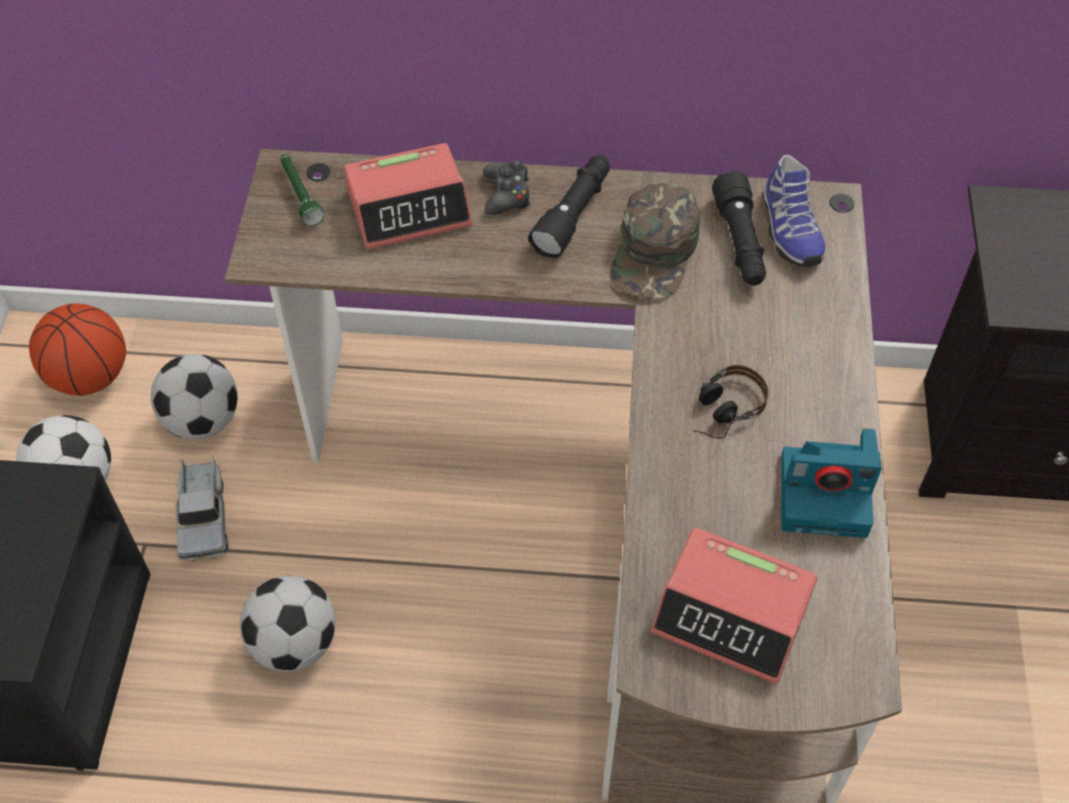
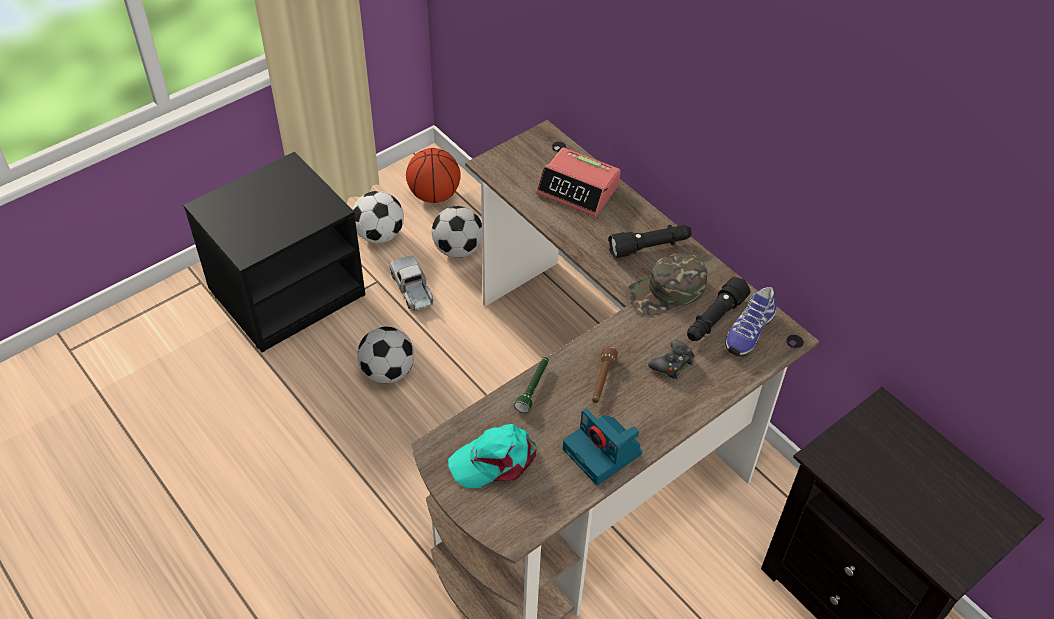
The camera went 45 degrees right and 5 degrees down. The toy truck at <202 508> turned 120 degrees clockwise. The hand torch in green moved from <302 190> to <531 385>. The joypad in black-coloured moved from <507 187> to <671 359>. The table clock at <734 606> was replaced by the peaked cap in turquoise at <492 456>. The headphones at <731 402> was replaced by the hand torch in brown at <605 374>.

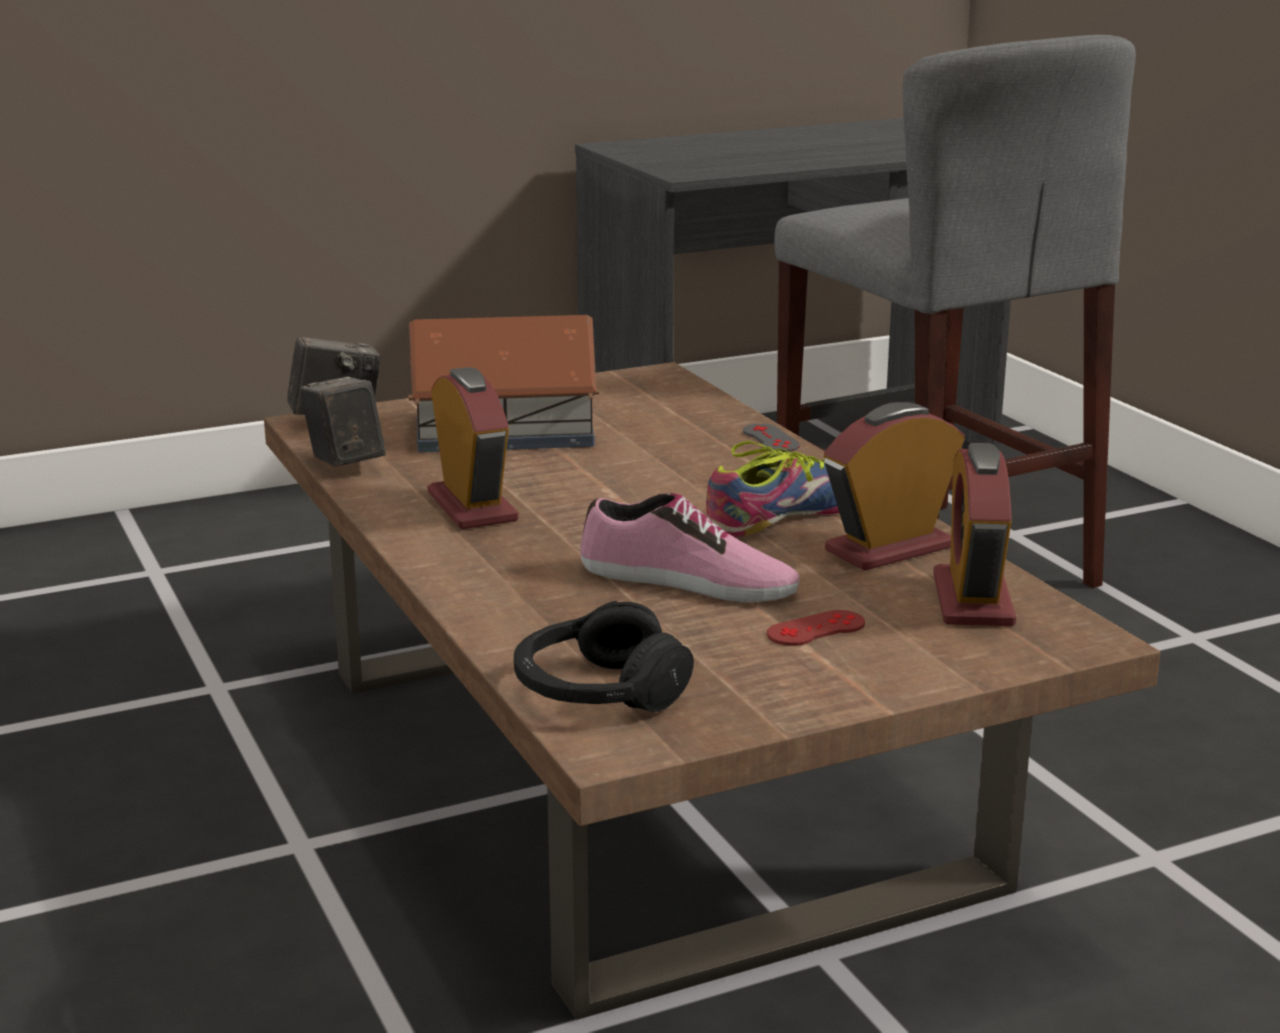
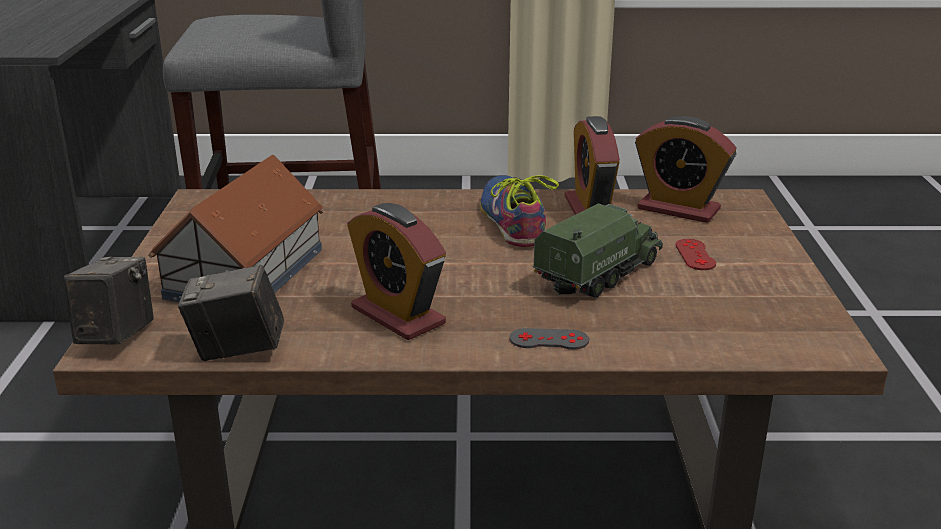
The camera went 65 degrees left and 5 degrees up. The table clock at <472 448> turned 135 degrees counterclockwise. The headphones in black-coloured at <604 656> disappeared. The item of footwear at <689 547> was replaced by the toy truck at <597 250>. The joypad in greyish moved from <771 438> to <549 339>.

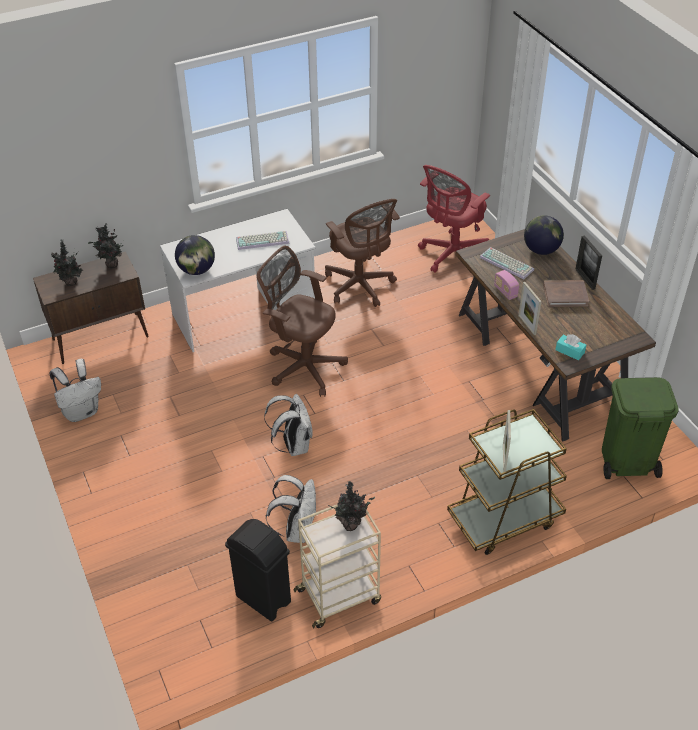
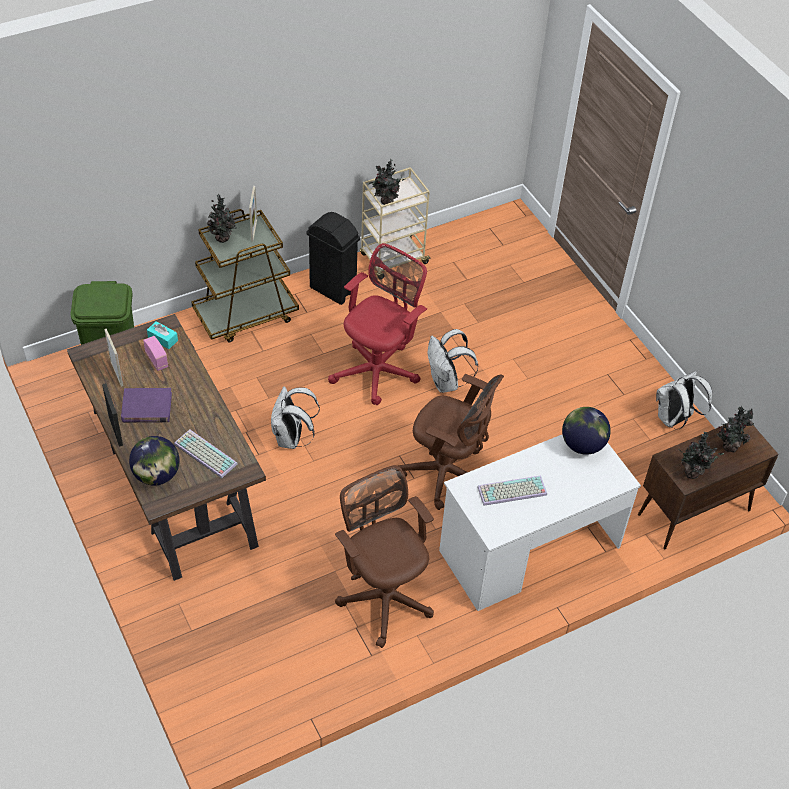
The camera went 175 degrees right and 5 degrees up. The trash can in black-coloured moved from <258 570> to <333 258>. The knapsack in whitish moved from <291 509> to <295 417>. The computer chair in red-coloured moved from <454 219> to <377 324>. The radio receiver moved from <506 285> to <155 353>. The photo frame moved from <530 308> to <113 358>. The volume in brown at <566 293> became the volume in purple-coloured at <146 405>. The plant in a pot at <221 218> appeared.

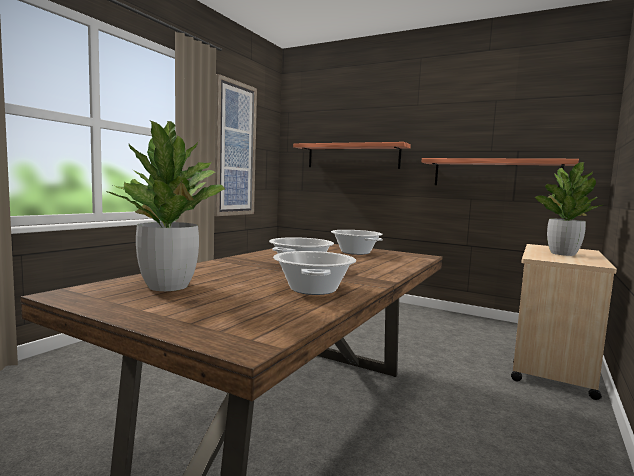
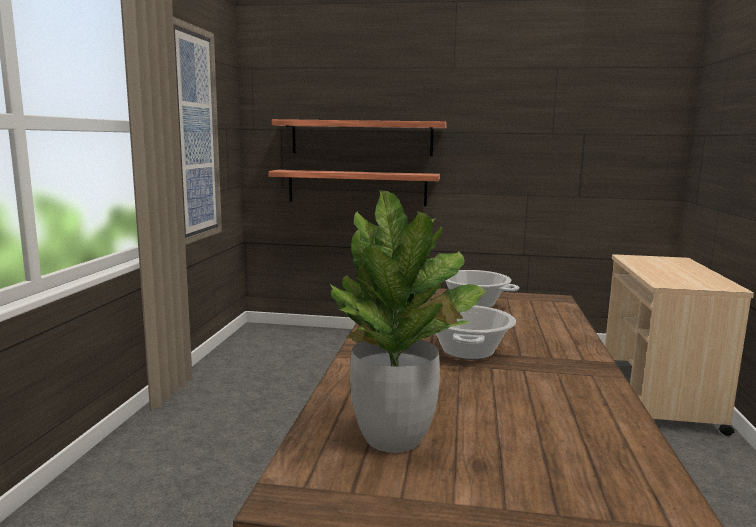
The camera went 20 degrees left and 5 degrees up. The stockpot at <314 273> disappeared. The wall shelf moved from <500 172> to <354 188>. The plant in a pot at <569 209> disappeared.

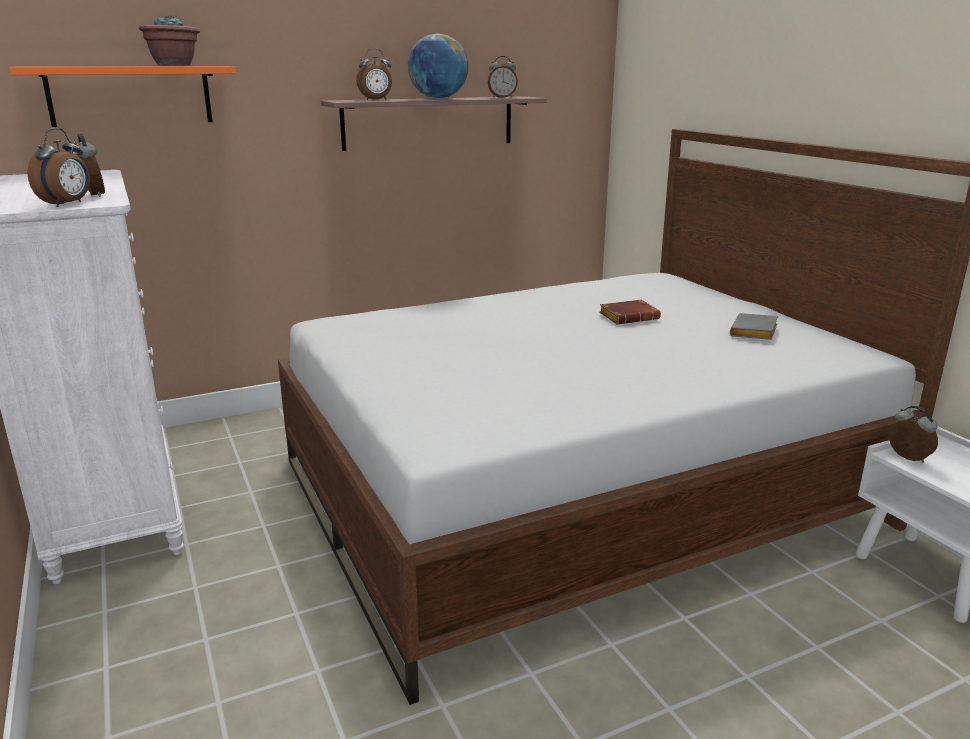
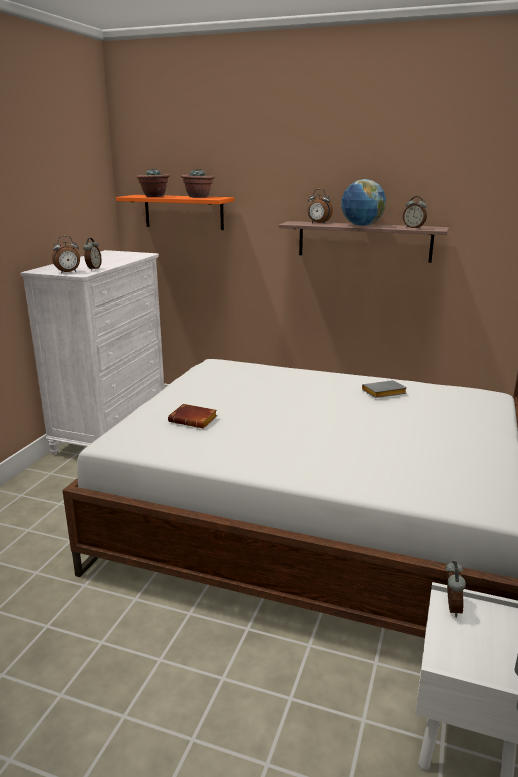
The camera went 45 degrees right and 0 degrees up. The volume in brown moved from <630 312> to <192 416>. The volume in greyish moved from <754 326> to <384 389>. The plant in a pot at <152 182> appeared.

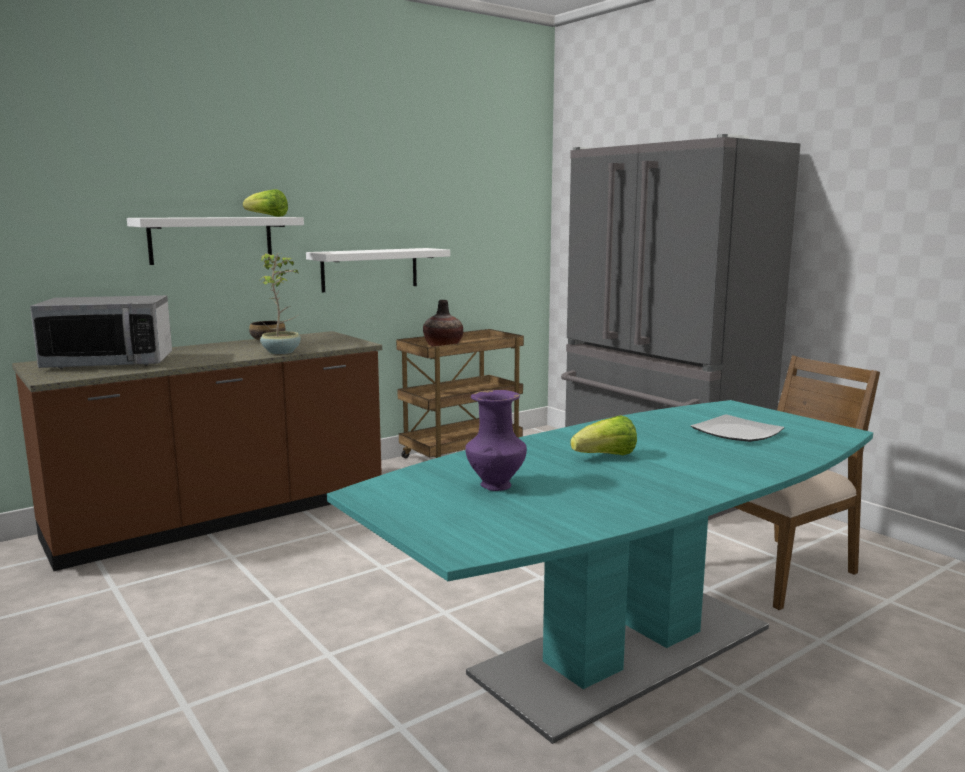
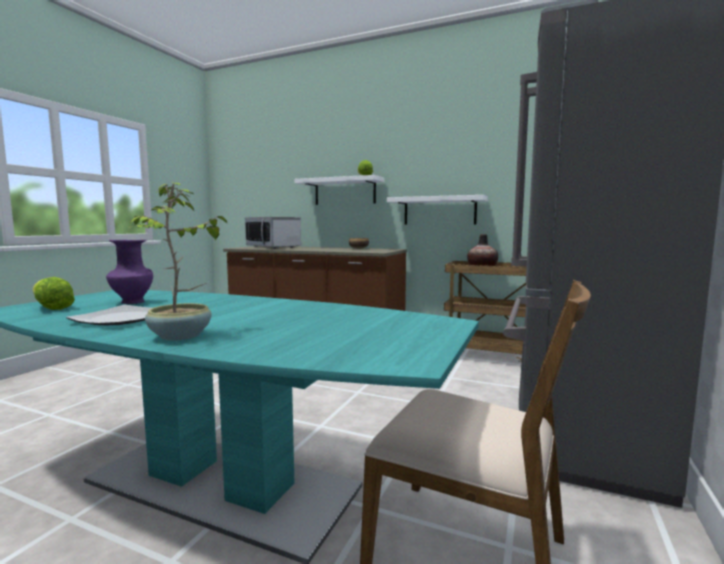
The camera went 60 degrees right and 5 degrees down. The plant in a pot moved from <280 303> to <178 261>. The lettuce head moved from <603 435> to <54 293>. The plate moved from <738 428> to <109 315>.

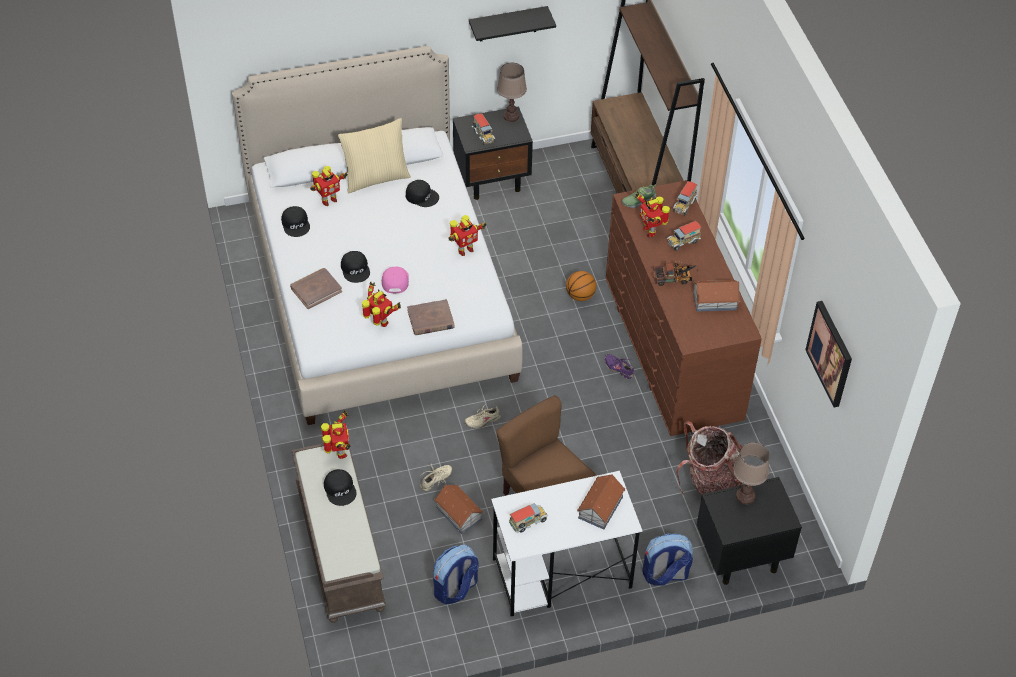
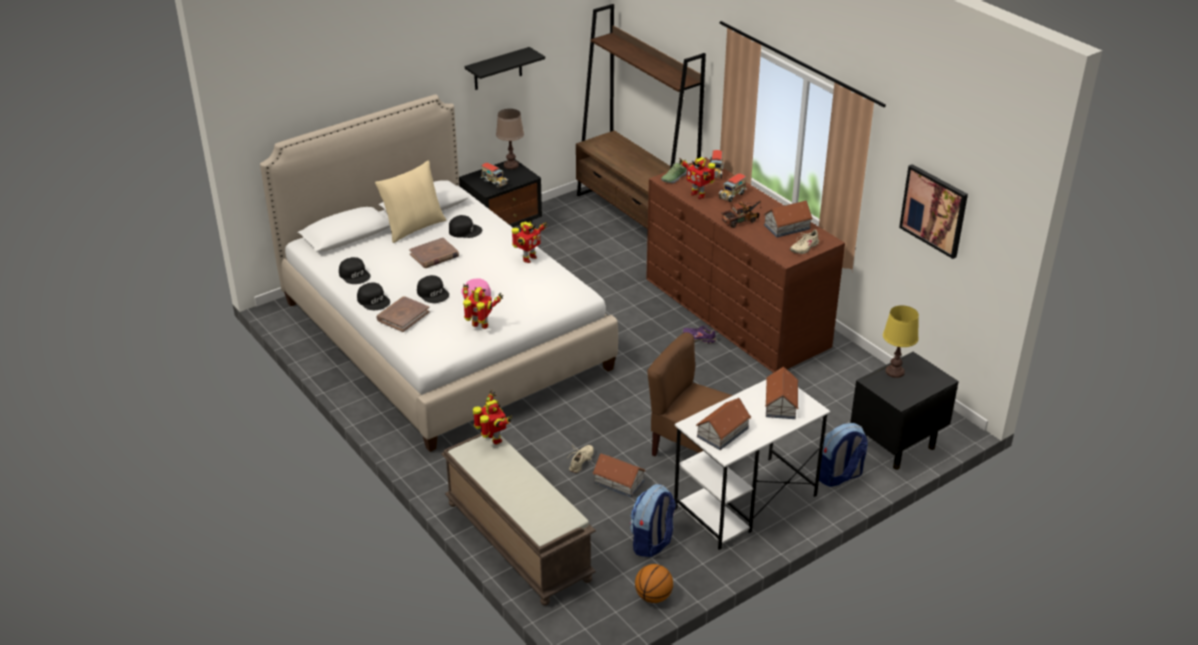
The camera went 20 degrees left and 15 degrees down. The robot figure at <329 186> disappeared. The peaked cap in black-coloured moved from <340 487> to <373 296>. The volume in brown moved from <431 317> to <434 252>. The item of footwear in beige-coloured moved from <482 416> to <805 241>. The toy truck at <528 518> was replaced by the model house at <723 424>. The ball for basketball moved from <581 286> to <654 583>. The knapsack at <710 458> disappeared. The tabletop lamp in brown at <751 473> became the tabletop lamp in yellow at <901 341>.

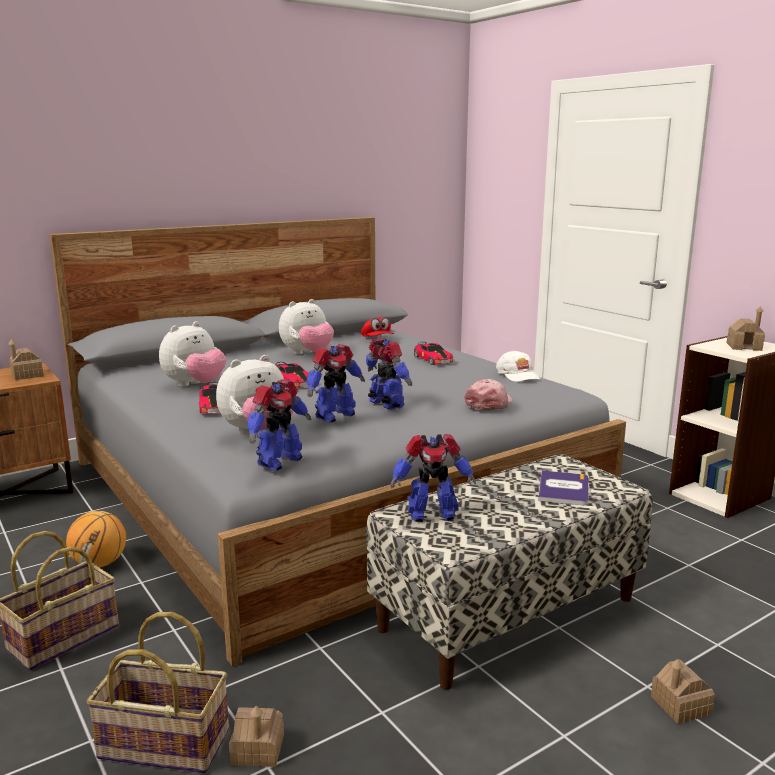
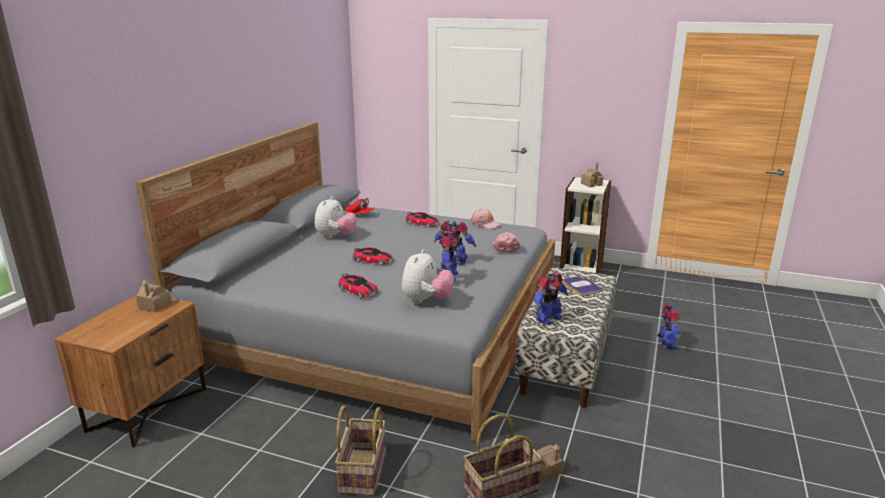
The camera went 35 degrees left and 5 degrees up. The ball for basketball at <96 539> disappeared. The cuddly toy at <192 354> disappeared. The robot figure moved from <279 425> to <668 327>. The peaked cap in whitish at <518 366> became the peaked cap in pink-coloured at <486 219>. The model house at <683 691> disappeared.

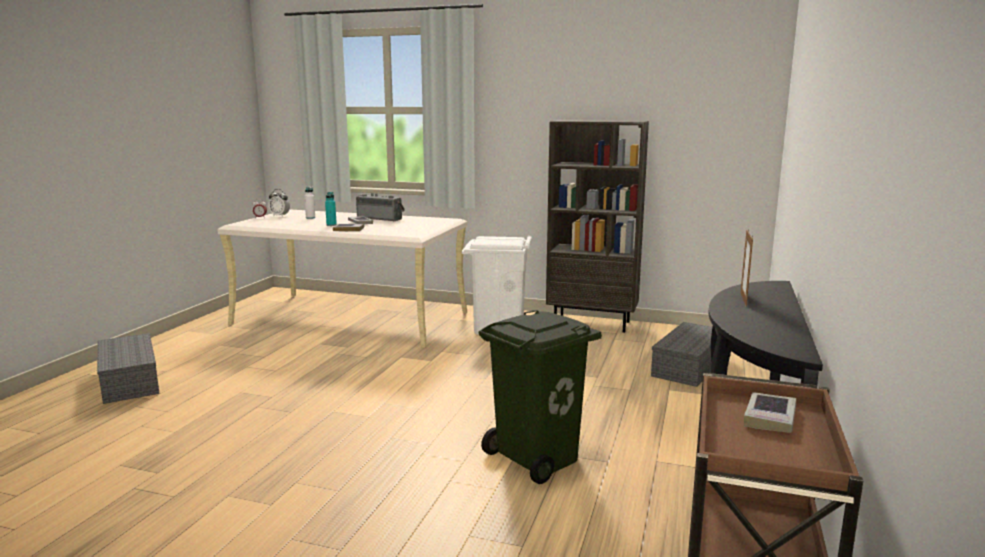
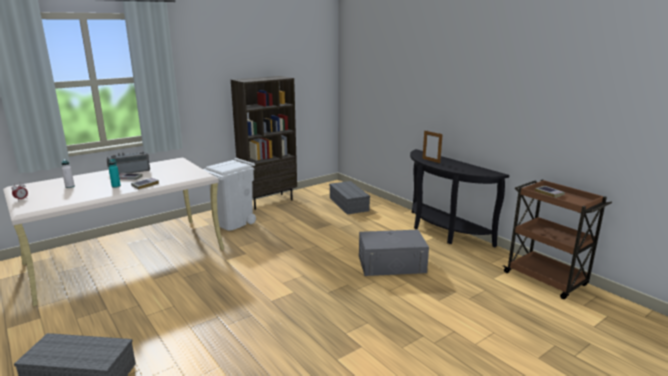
The camera went 55 degrees left and 5 degrees up. The table clock at <279 203> disappeared. The trash can in green at <540 397> was replaced by the storage container in greyish at <394 253>.

